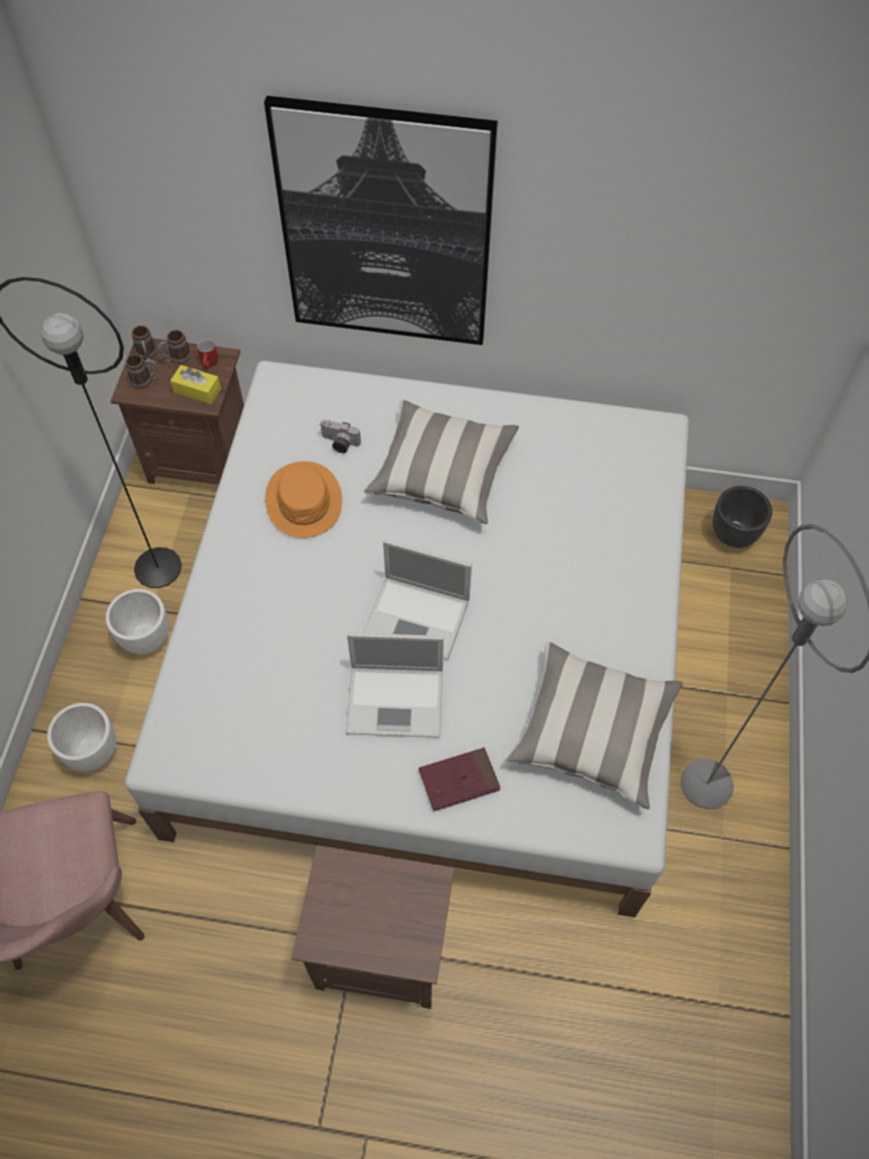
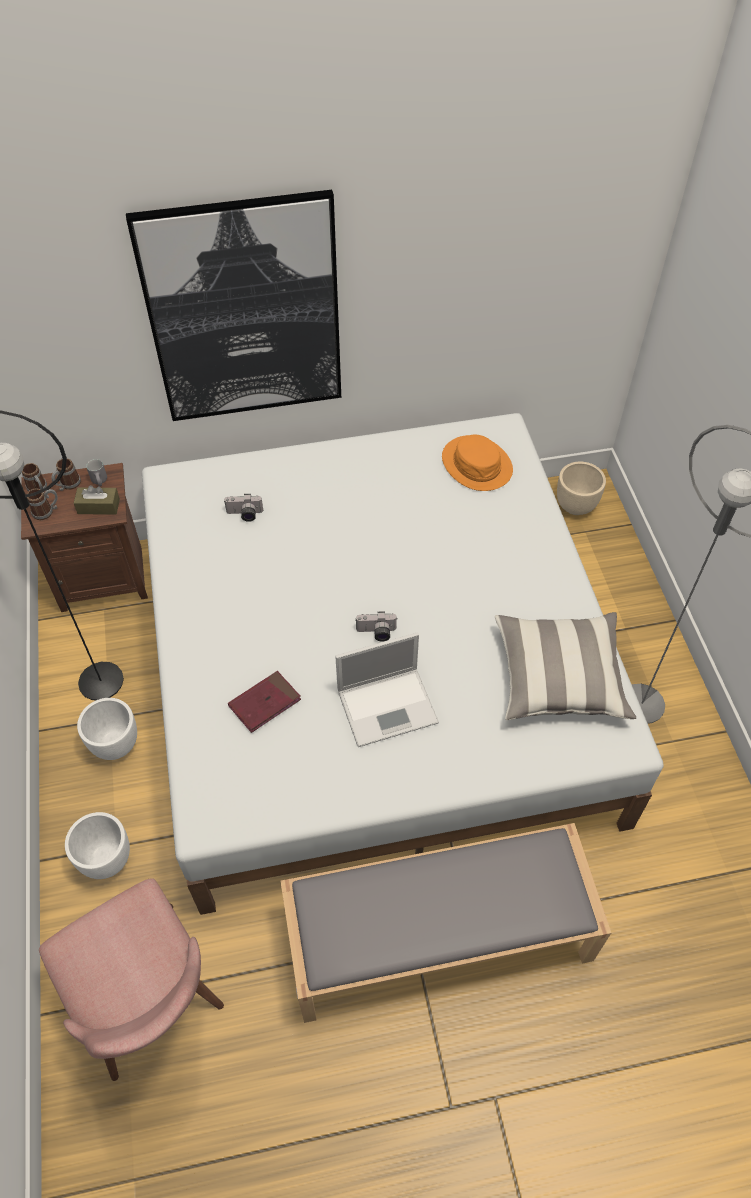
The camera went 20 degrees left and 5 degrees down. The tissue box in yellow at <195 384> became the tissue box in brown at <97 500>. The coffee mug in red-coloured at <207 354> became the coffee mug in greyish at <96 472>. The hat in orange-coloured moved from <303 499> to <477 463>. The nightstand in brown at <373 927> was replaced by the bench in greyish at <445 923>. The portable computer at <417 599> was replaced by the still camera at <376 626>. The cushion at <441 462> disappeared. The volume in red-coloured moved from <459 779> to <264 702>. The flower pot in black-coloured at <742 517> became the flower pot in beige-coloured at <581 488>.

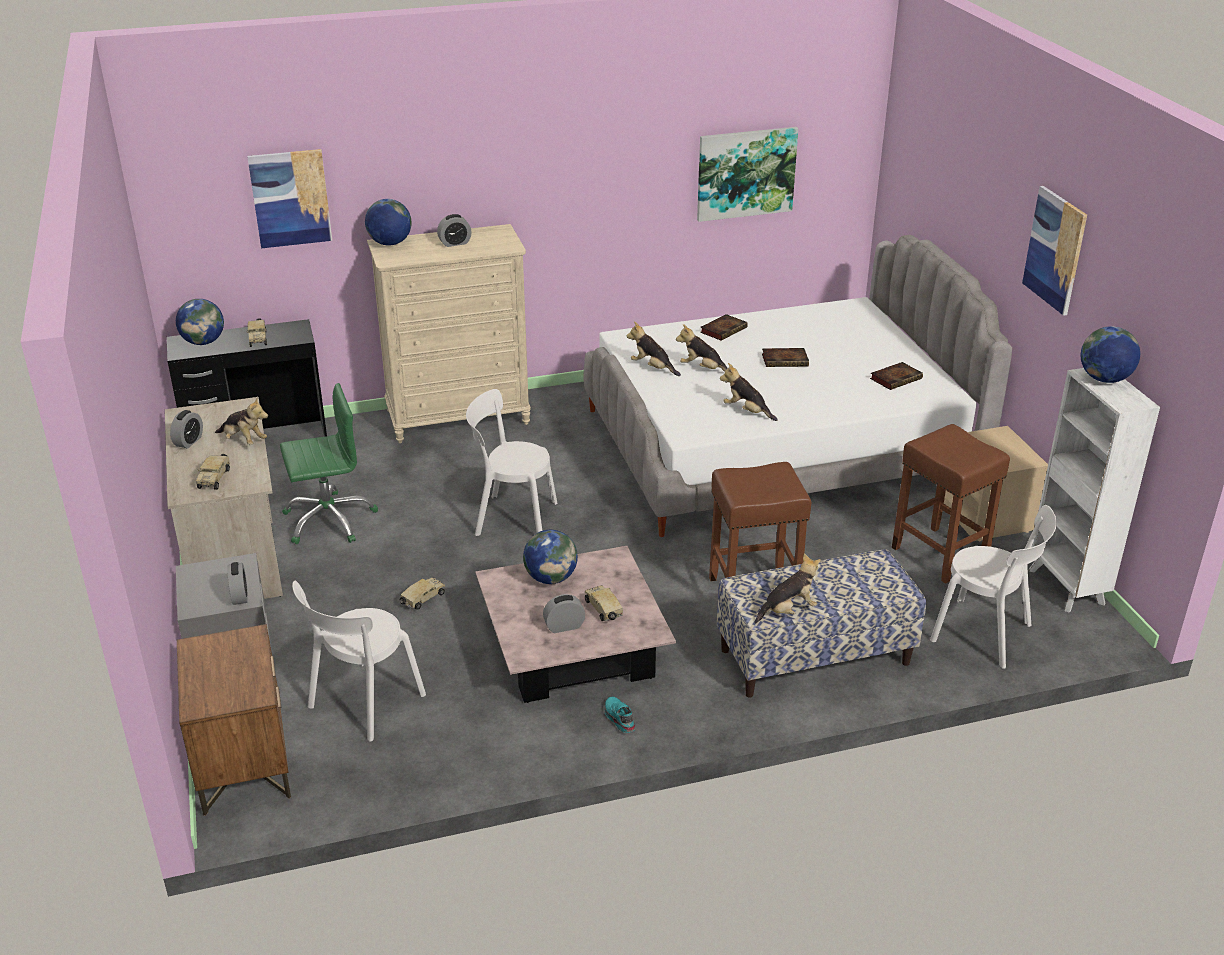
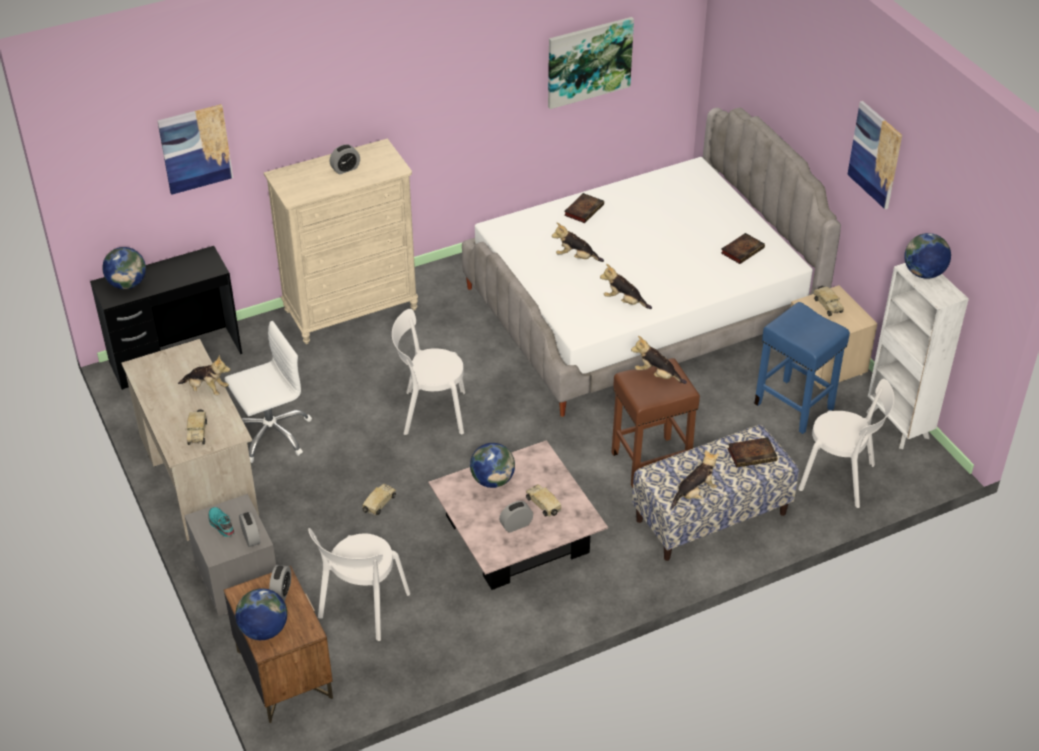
The camera went 10 degrees left and 10 degrees up. The table clock moved from <186 429> to <280 583>. The toy truck moved from <256 332> to <828 301>. The computer chair in green at <329 463> became the computer chair in whitish at <268 392>. The desk globe moved from <388 222> to <261 614>. The item of footwear in turquoise moved from <619 715> to <222 522>. The cuddly toy moved from <654 348> to <659 360>. The volume moved from <785 357> to <752 452>. The stool seat in brown at <951 504> became the stool seat in bluish at <802 368>.

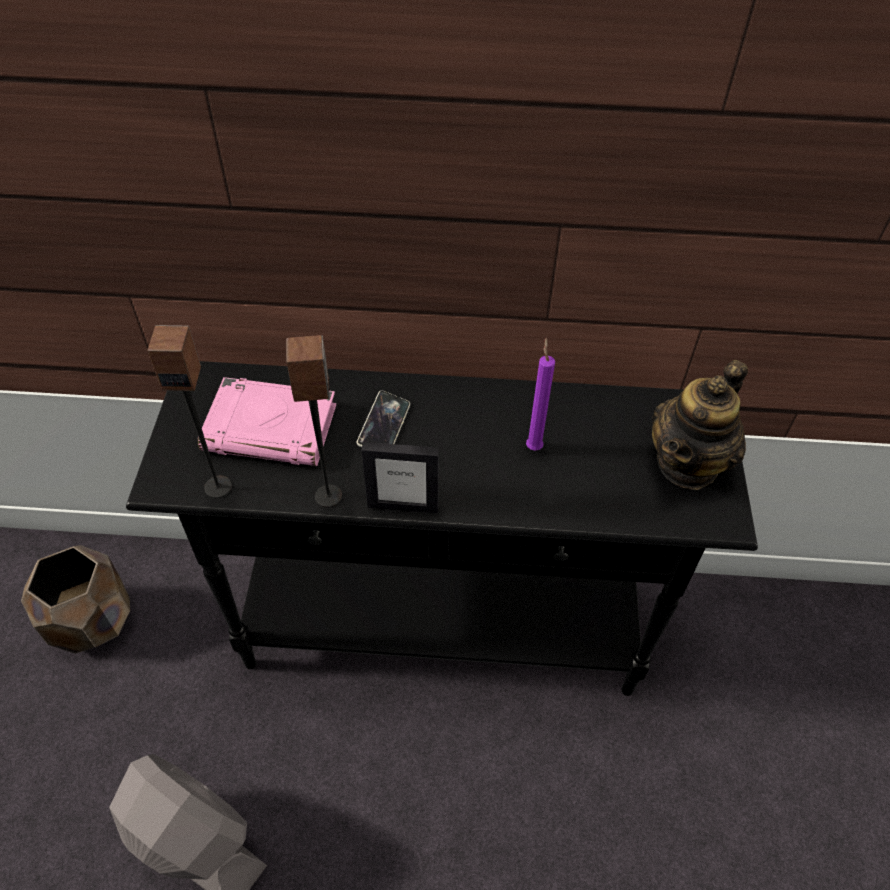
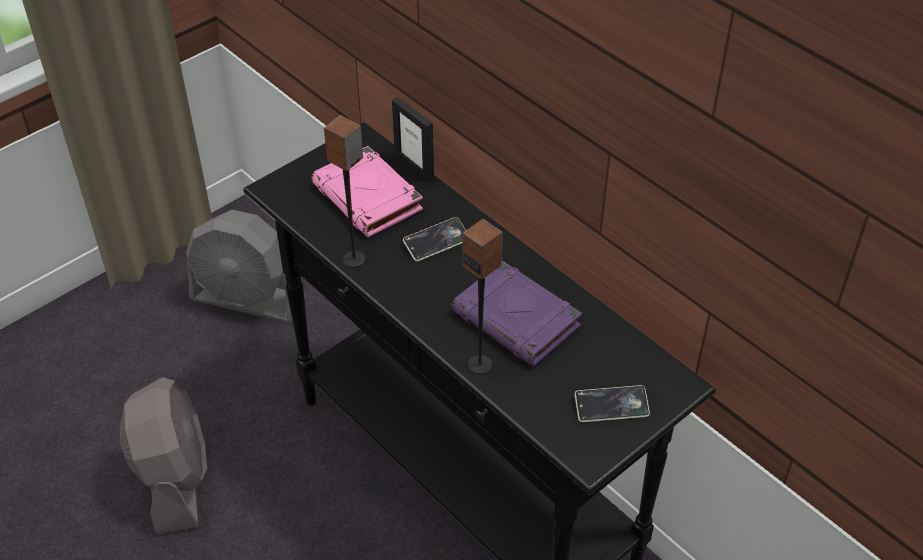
The camera went 45 degrees right and 5 degrees down. The flower pot in brown at <75 599> was replaced by the fan in greyish at <245 266>. The audio speaker moved from <189 411> to <482 296>. The photo frame moved from <400 477> to <413 139>. The candle in purple-coloured at <540 394> was replaced by the volume in purple-coloured at <516 314>. The teapot at <700 425> was replaced by the handset at <612 403>.

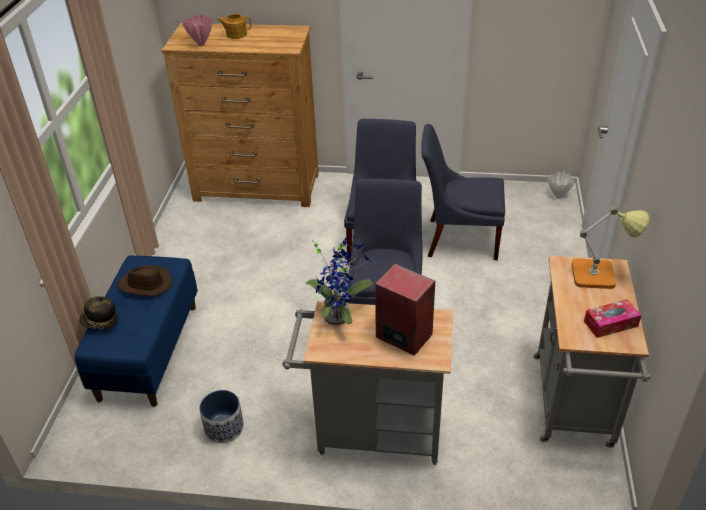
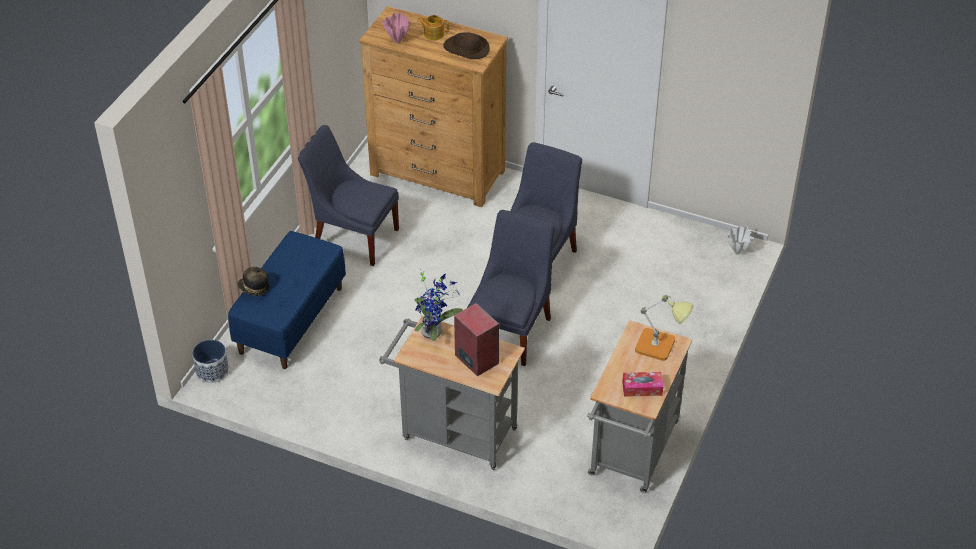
The camera went 15 degrees right and 5 degrees up. The hat in brown moved from <145 280> to <466 45>. The flower pot moved from <221 416> to <210 361>. The plain chair in bluish moved from <463 192> to <348 195>.

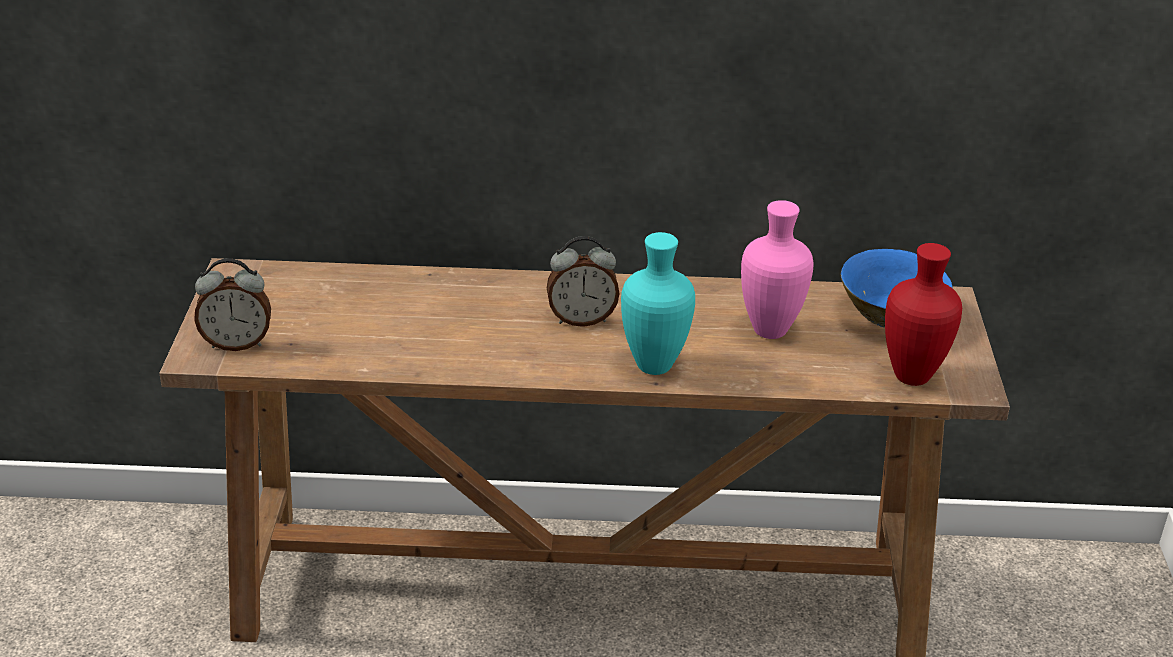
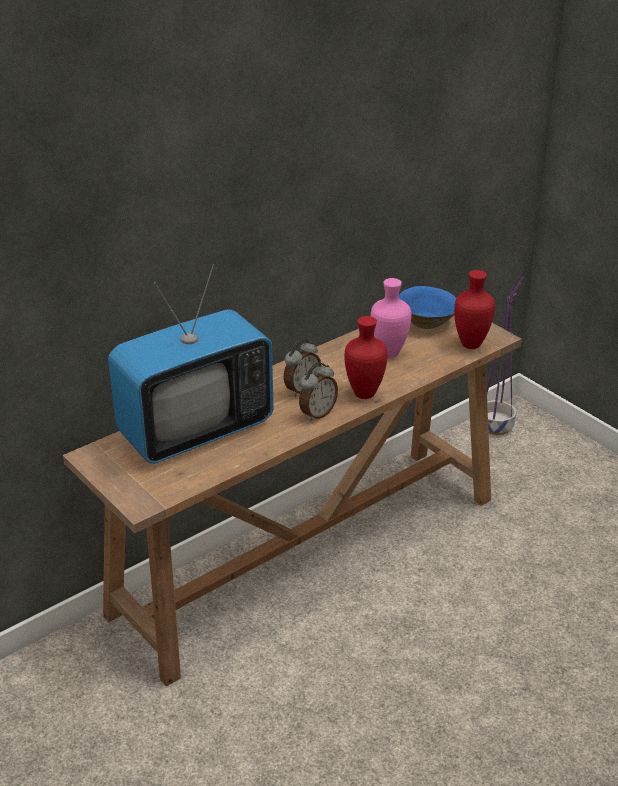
The camera went 40 degrees left and 0 degrees up. The table clock moved from <232 304> to <318 391>. The vase in turquoise at <658 303> became the vase in red-coloured at <366 357>. The TV at <190 364> appeared. The flower pot in purple-coloured at <505 356> appeared.

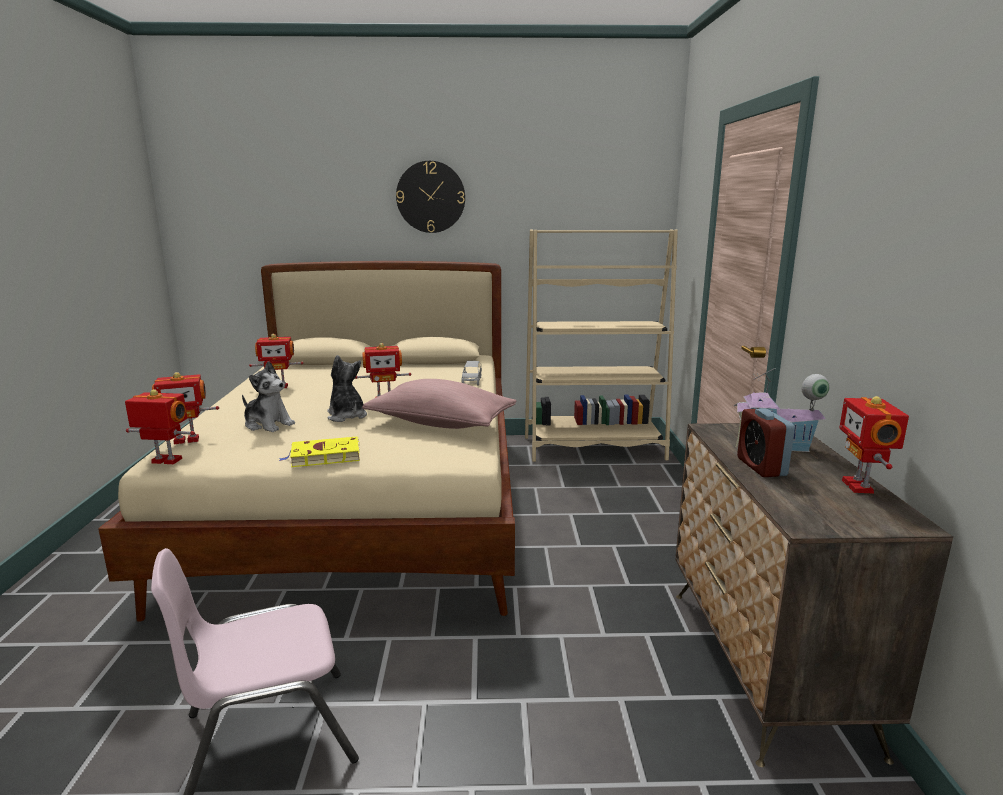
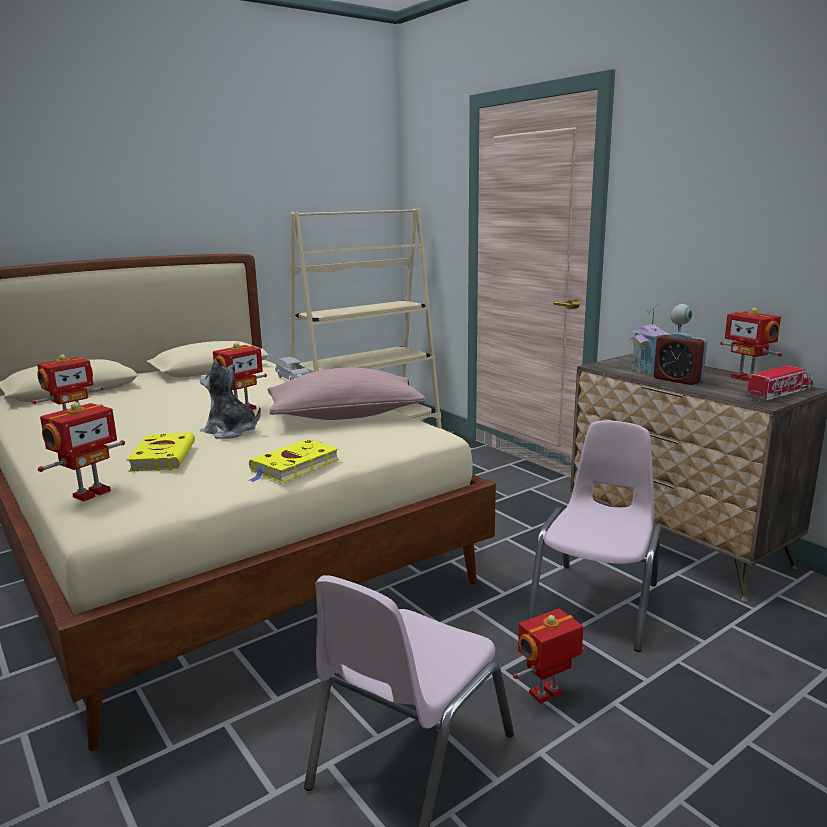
The camera went 35 degrees left and 0 degrees up. The robot figure moved from <160 426> to <549 656>. The cuddly toy at <268 396> was replaced by the volume in yellow at <161 452>. The clock on the wall at <430 197> disappeared. The plain chair in pink-coloured at <594 536> appeared. The toy truck at <779 383> appeared.

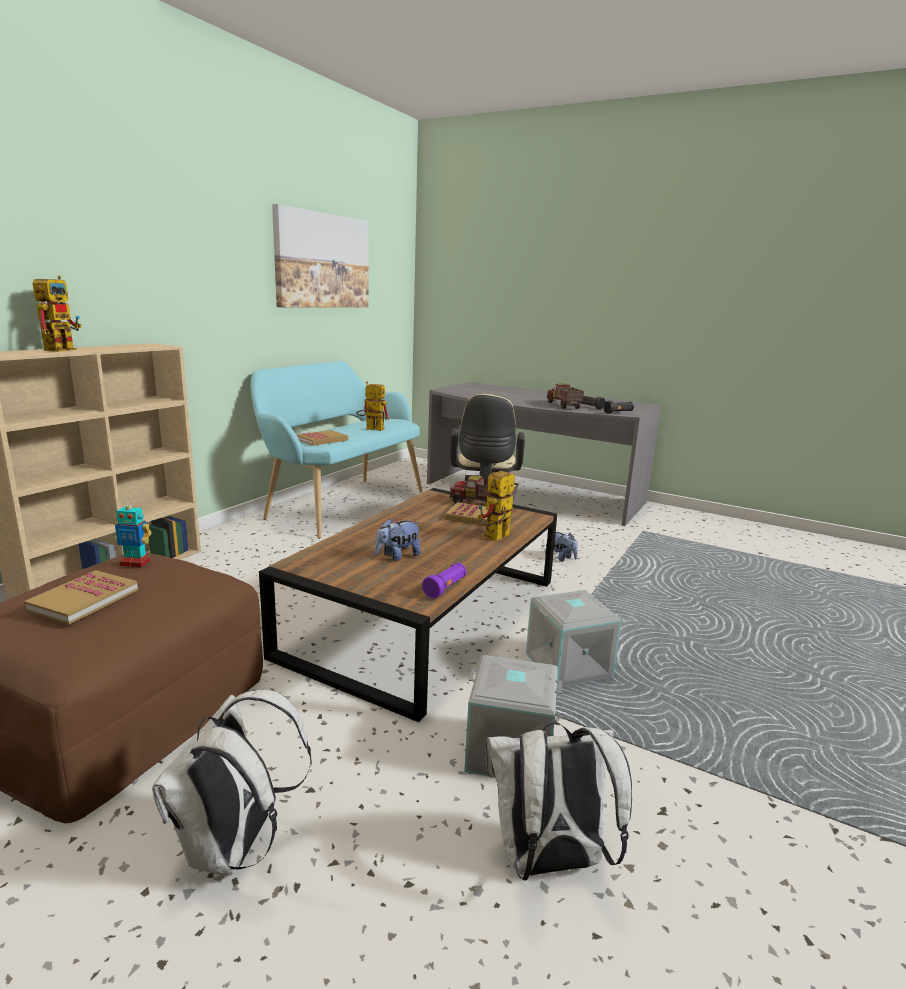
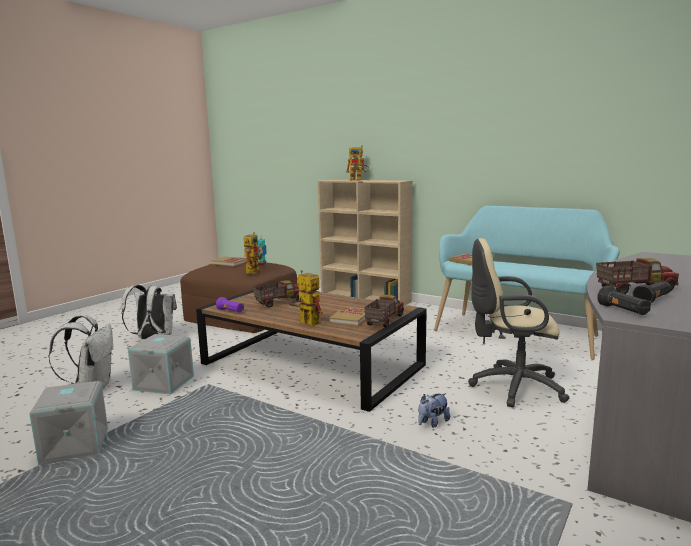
The camera went 95 degrees right and 5 degrees down. The wall art at <320 256> disappeared. The robot figure moved from <372 406> to <253 252>. The cuddly toy at <398 540> was replaced by the toy truck at <276 294>. The storage container in greyish moved from <574 639> to <68 423>.

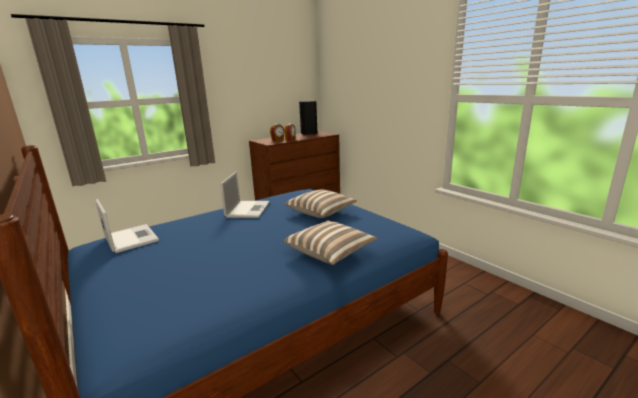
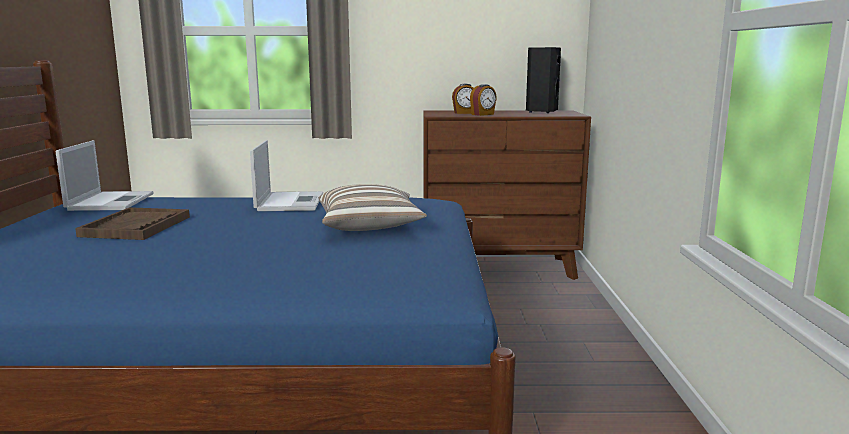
The camera went 35 degrees right and 5 degrees down. The portable computer at <245 195> turned 45 degrees counterclockwise. The cushion at <330 243> disappeared. The tray in brown at <132 223> appeared.

